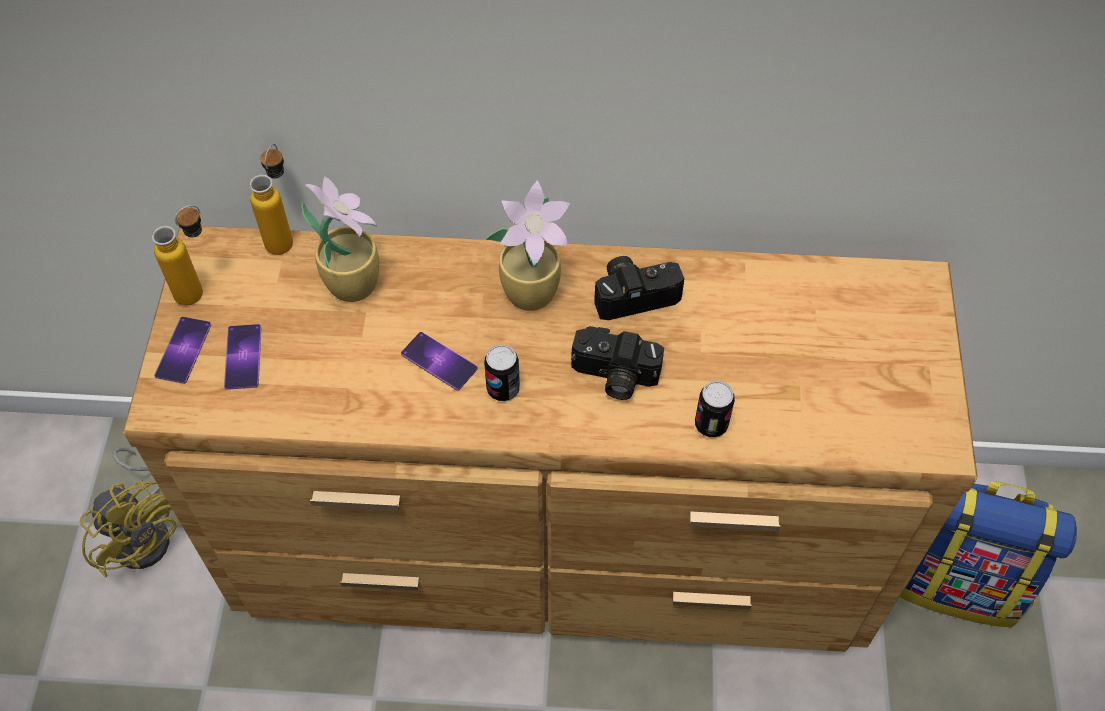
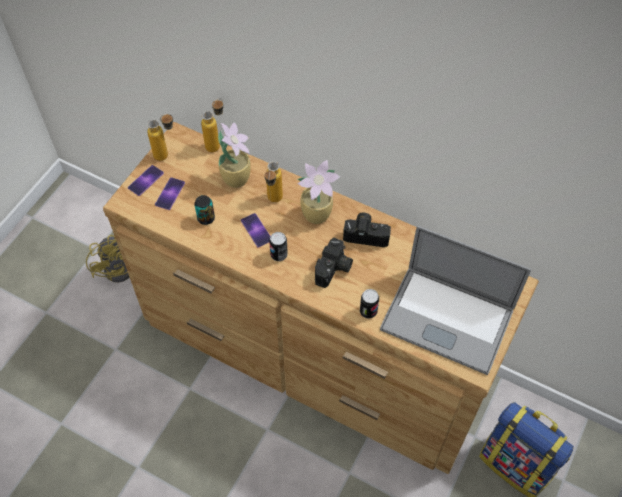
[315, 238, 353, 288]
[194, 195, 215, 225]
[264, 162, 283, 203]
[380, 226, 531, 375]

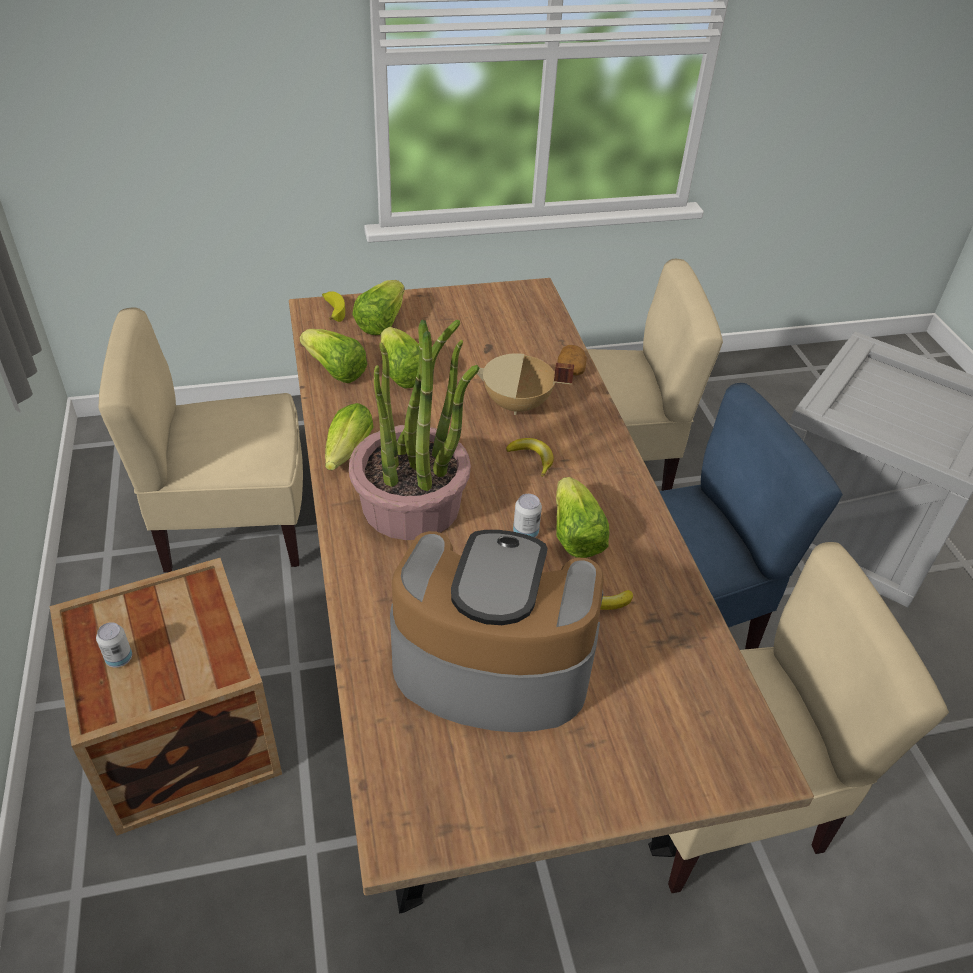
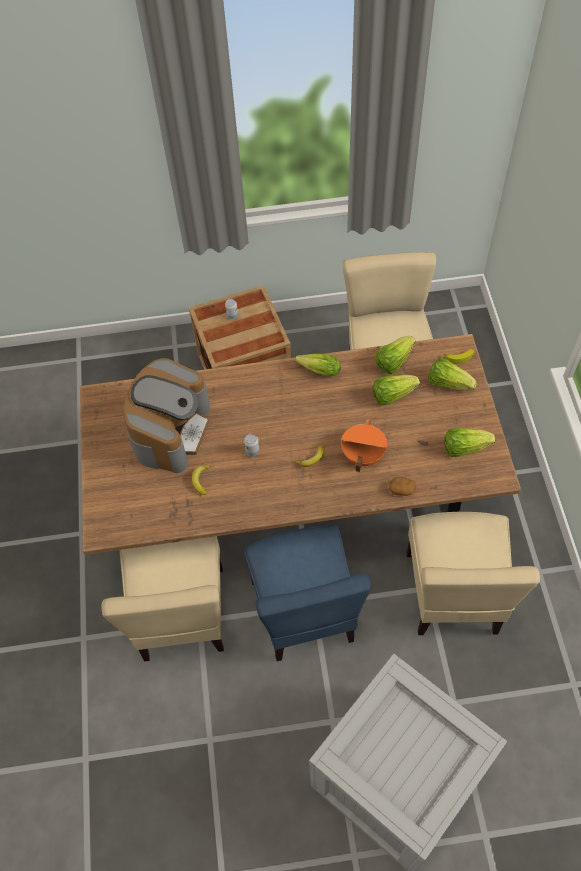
[349, 320, 480, 540] (first image)
[341, 419, 387, 472]
[444, 428, 495, 457]

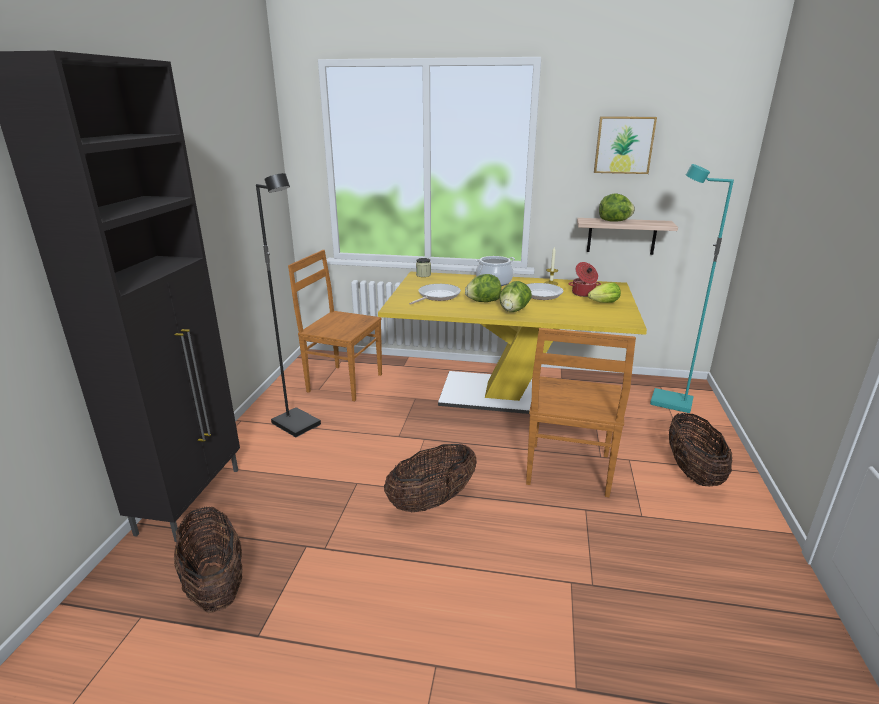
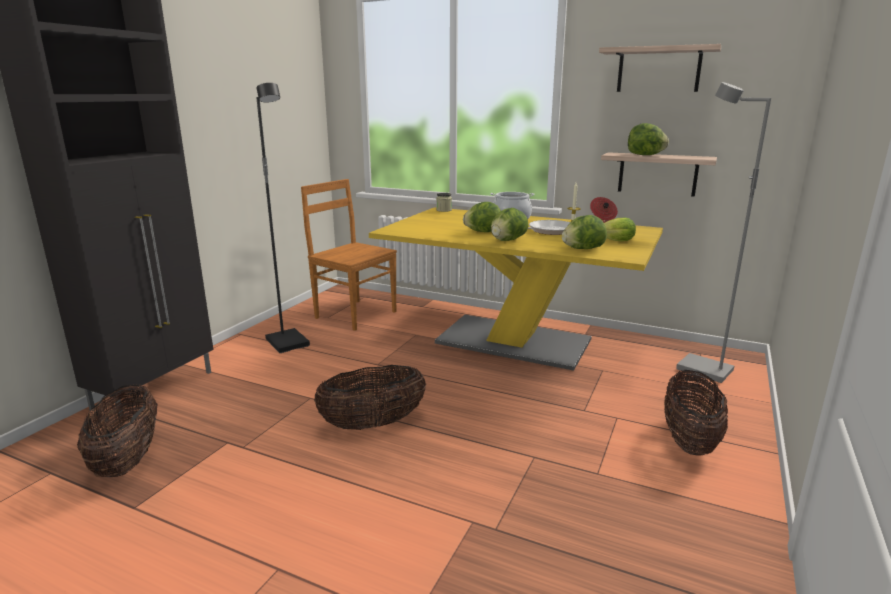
[409, 284, 461, 305] (first image)
[526, 328, 636, 497] (first image)
[599, 44, 721, 92]
[676, 82, 771, 383]
[562, 215, 607, 249]

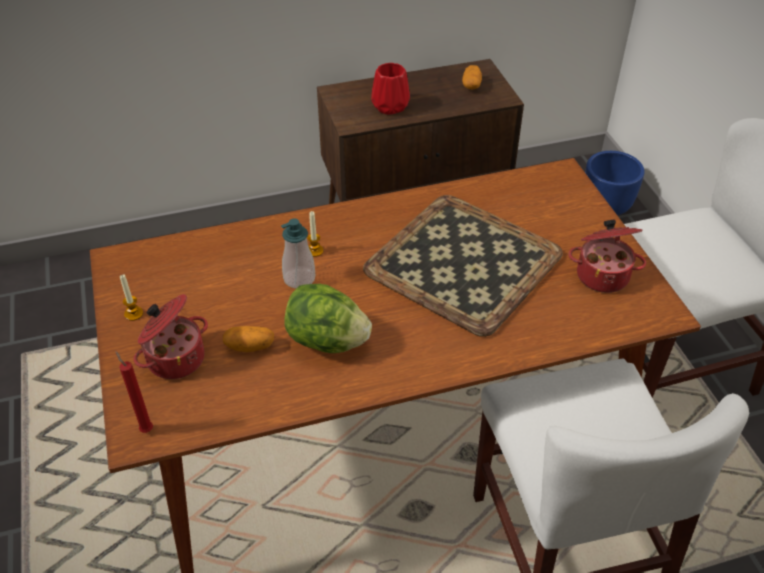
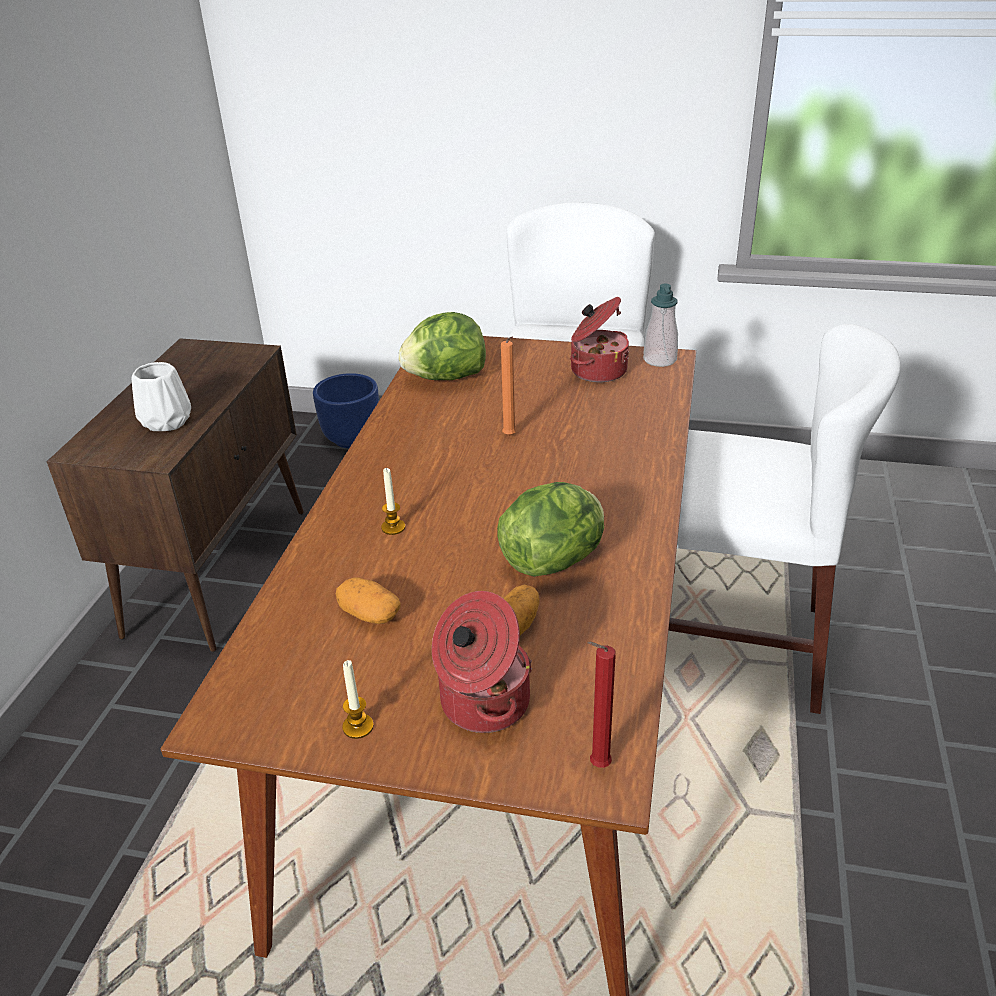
[643, 284, 678, 367]
[501, 336, 516, 436]
[132, 362, 191, 431]
[336, 577, 401, 624]
[399, 312, 486, 380]

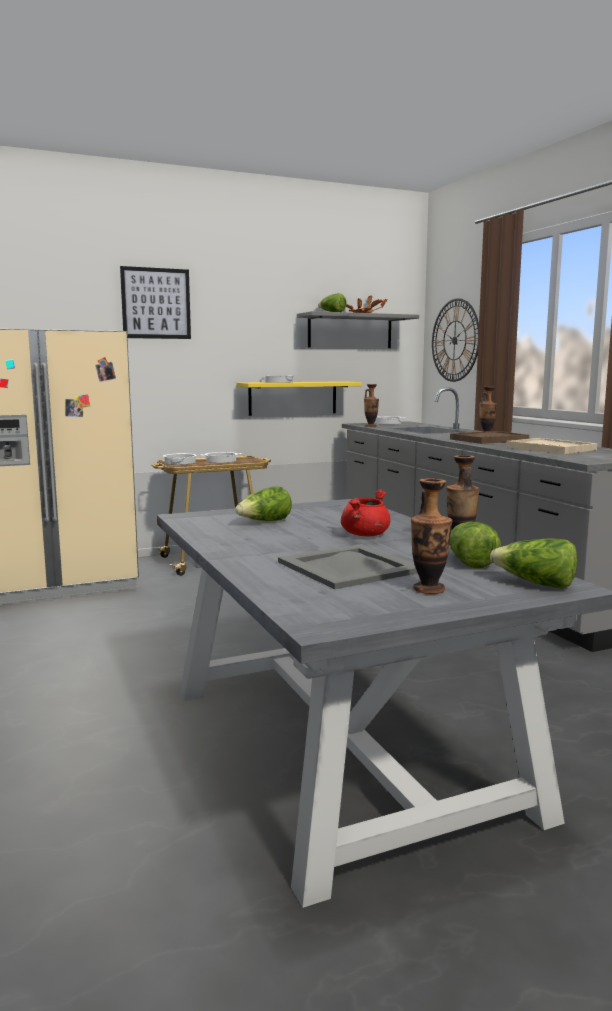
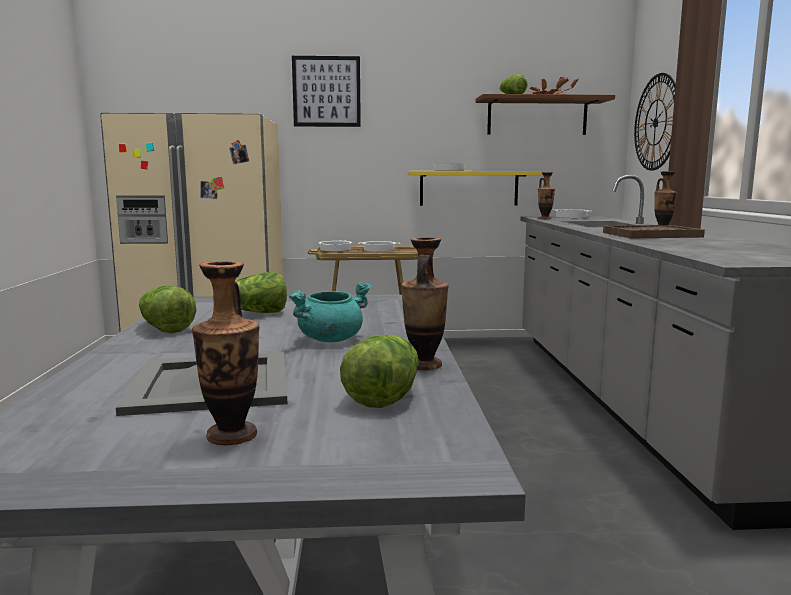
[475, 94, 615, 135]
[289, 282, 372, 342]
[139, 285, 196, 334]
[506, 438, 597, 454] (first image)

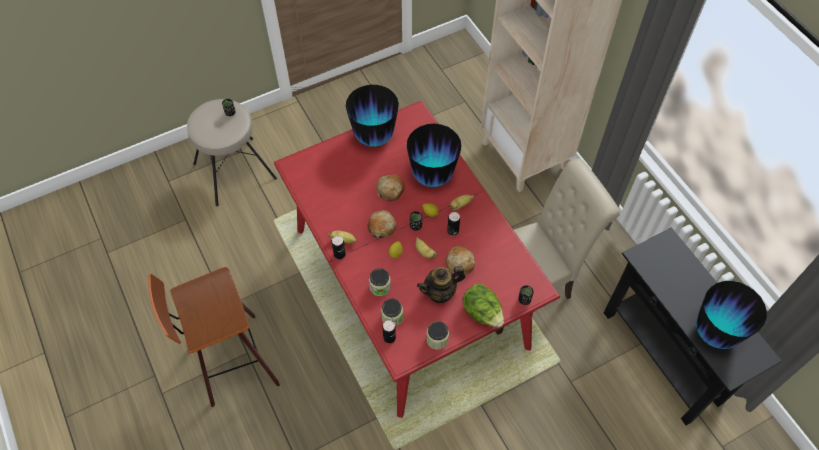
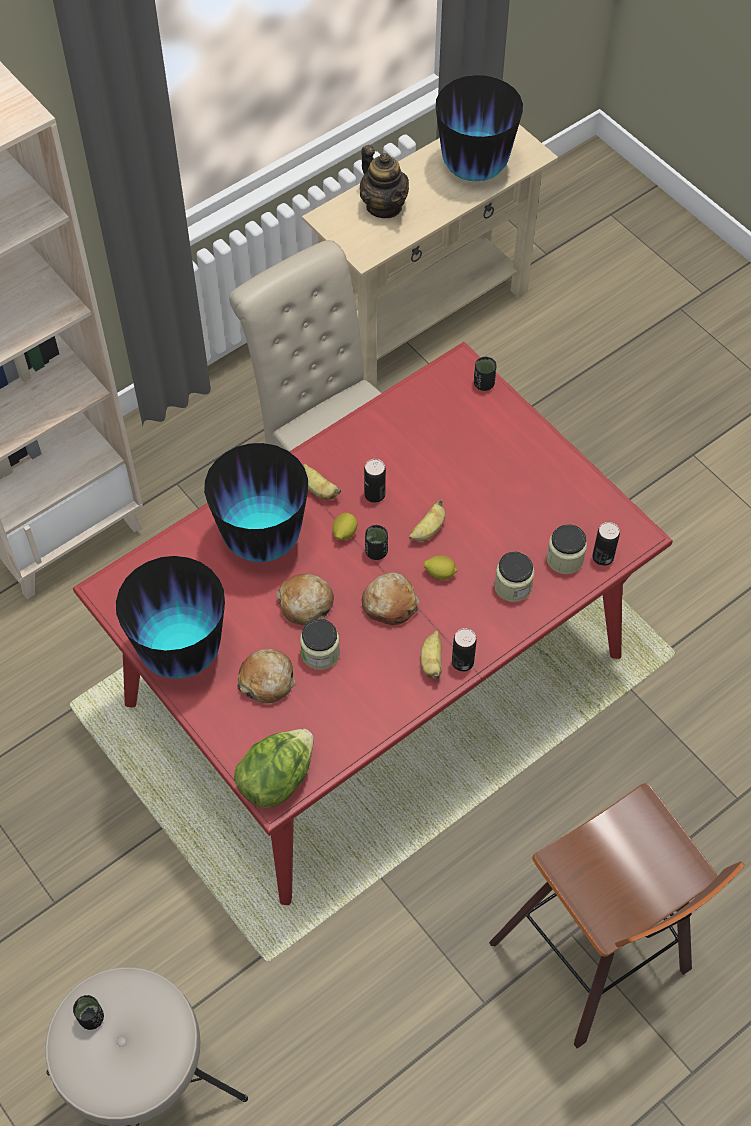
[360, 145, 409, 218]
[300, 619, 340, 670]
[237, 649, 295, 704]
[234, 729, 314, 808]
[302, 124, 558, 388]

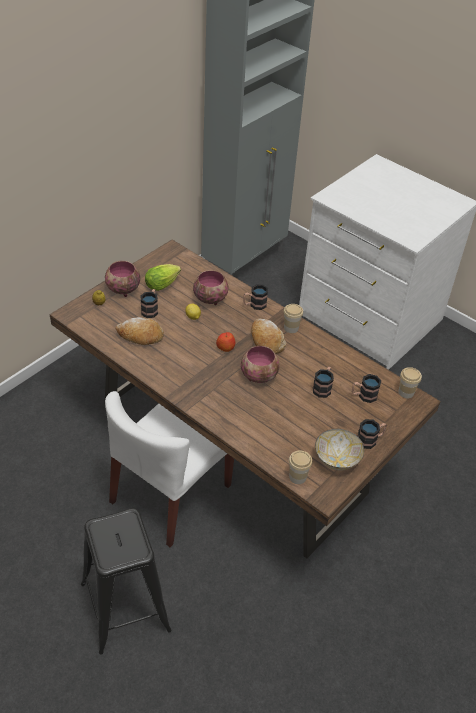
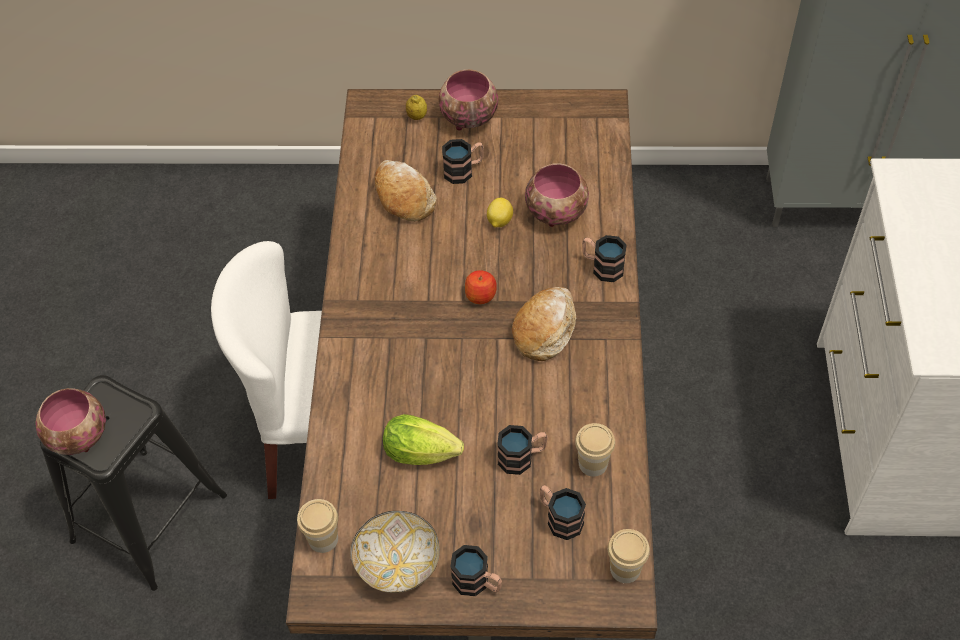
[383, 414, 464, 465]
[35, 388, 106, 455]
[575, 423, 615, 477]

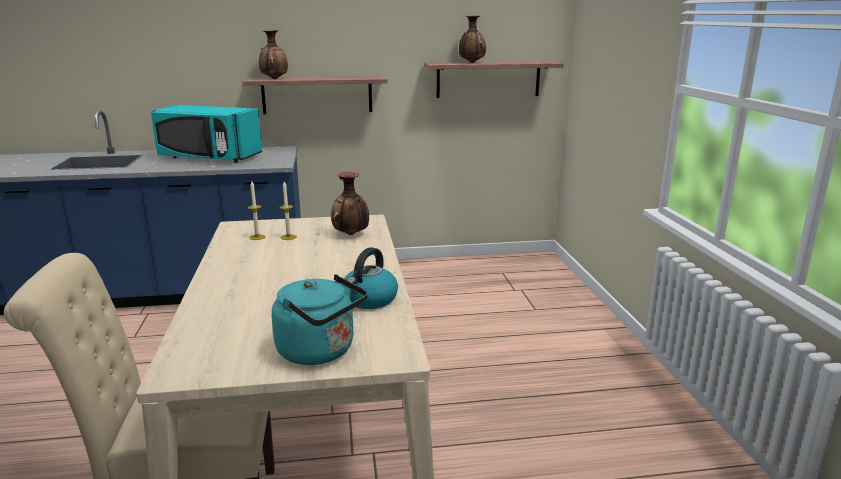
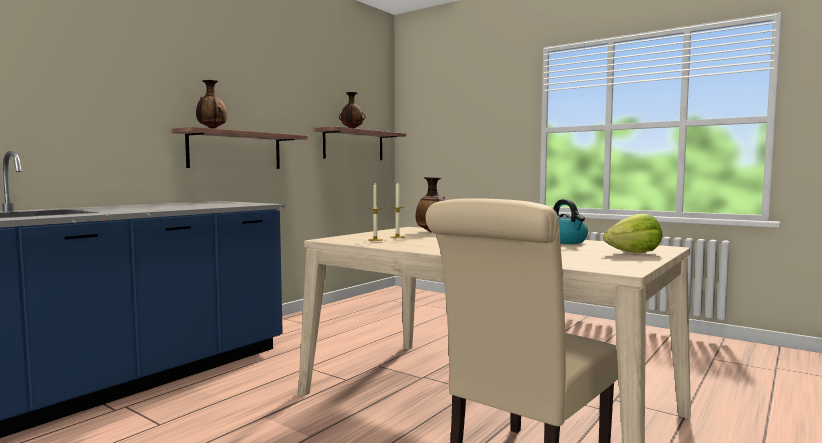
[151, 105, 262, 162] (first image)
[603, 214, 663, 253]

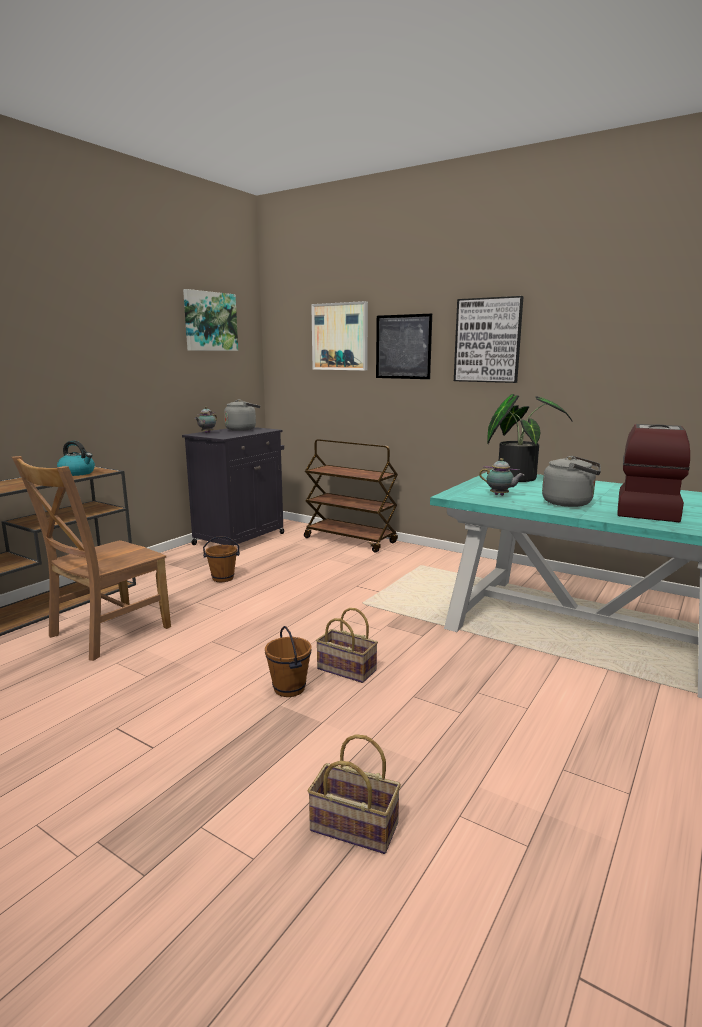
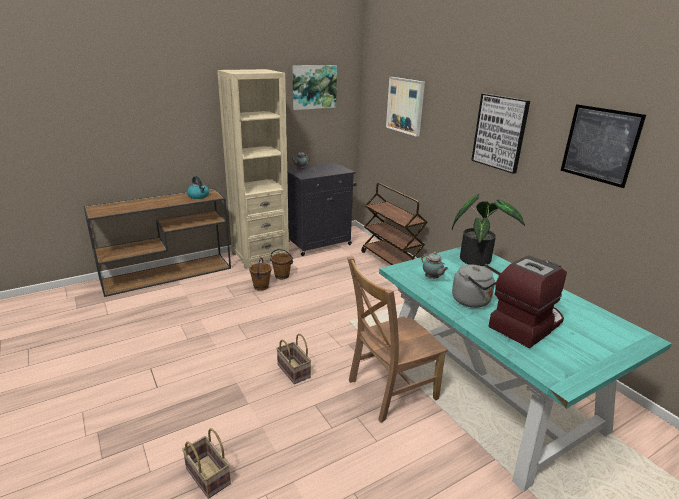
[347, 257, 448, 423]
[224, 399, 260, 431] (first image)
[249, 258, 272, 290]
[561, 104, 646, 188]
[217, 69, 289, 269]

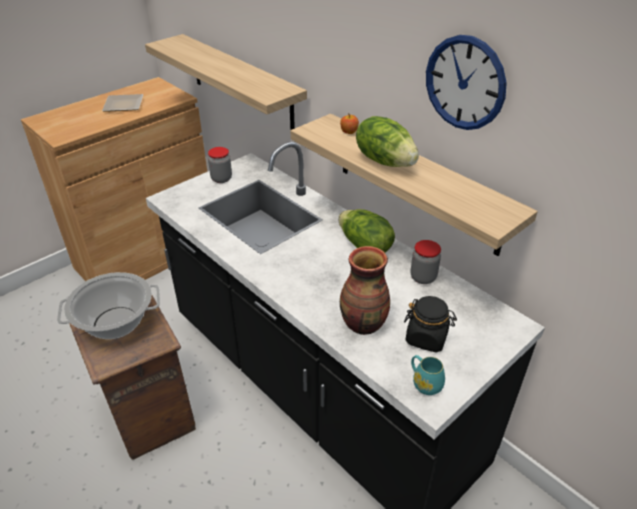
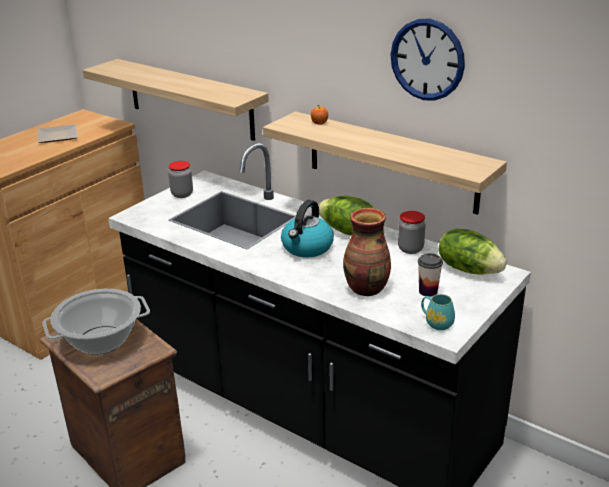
[438, 229, 507, 274]
[418, 253, 443, 297]
[281, 200, 334, 257]

